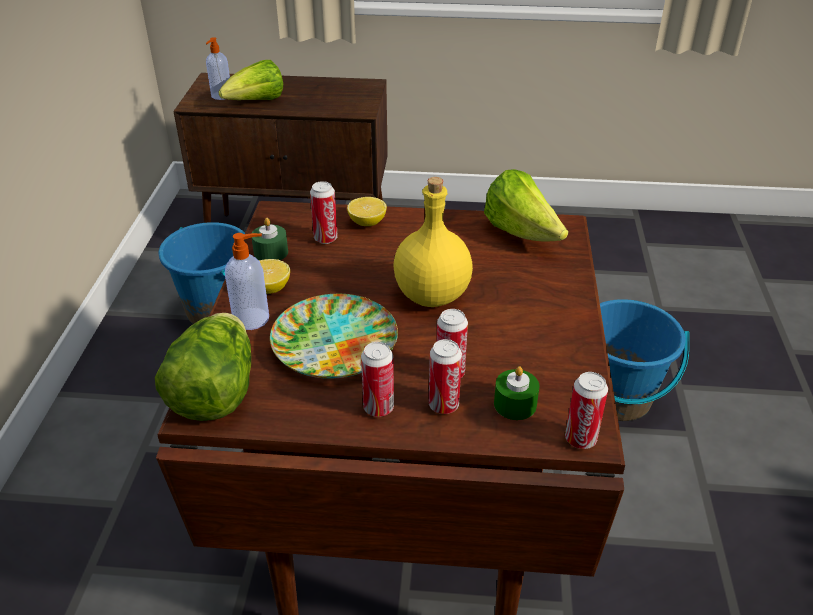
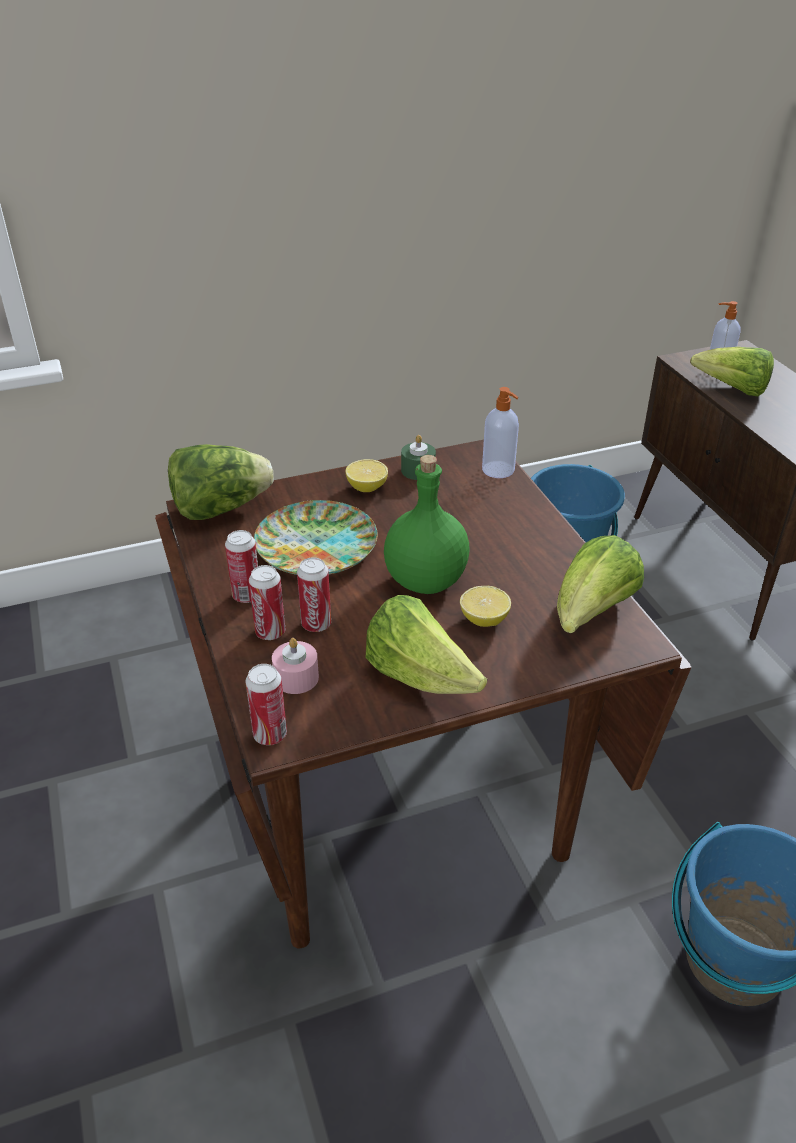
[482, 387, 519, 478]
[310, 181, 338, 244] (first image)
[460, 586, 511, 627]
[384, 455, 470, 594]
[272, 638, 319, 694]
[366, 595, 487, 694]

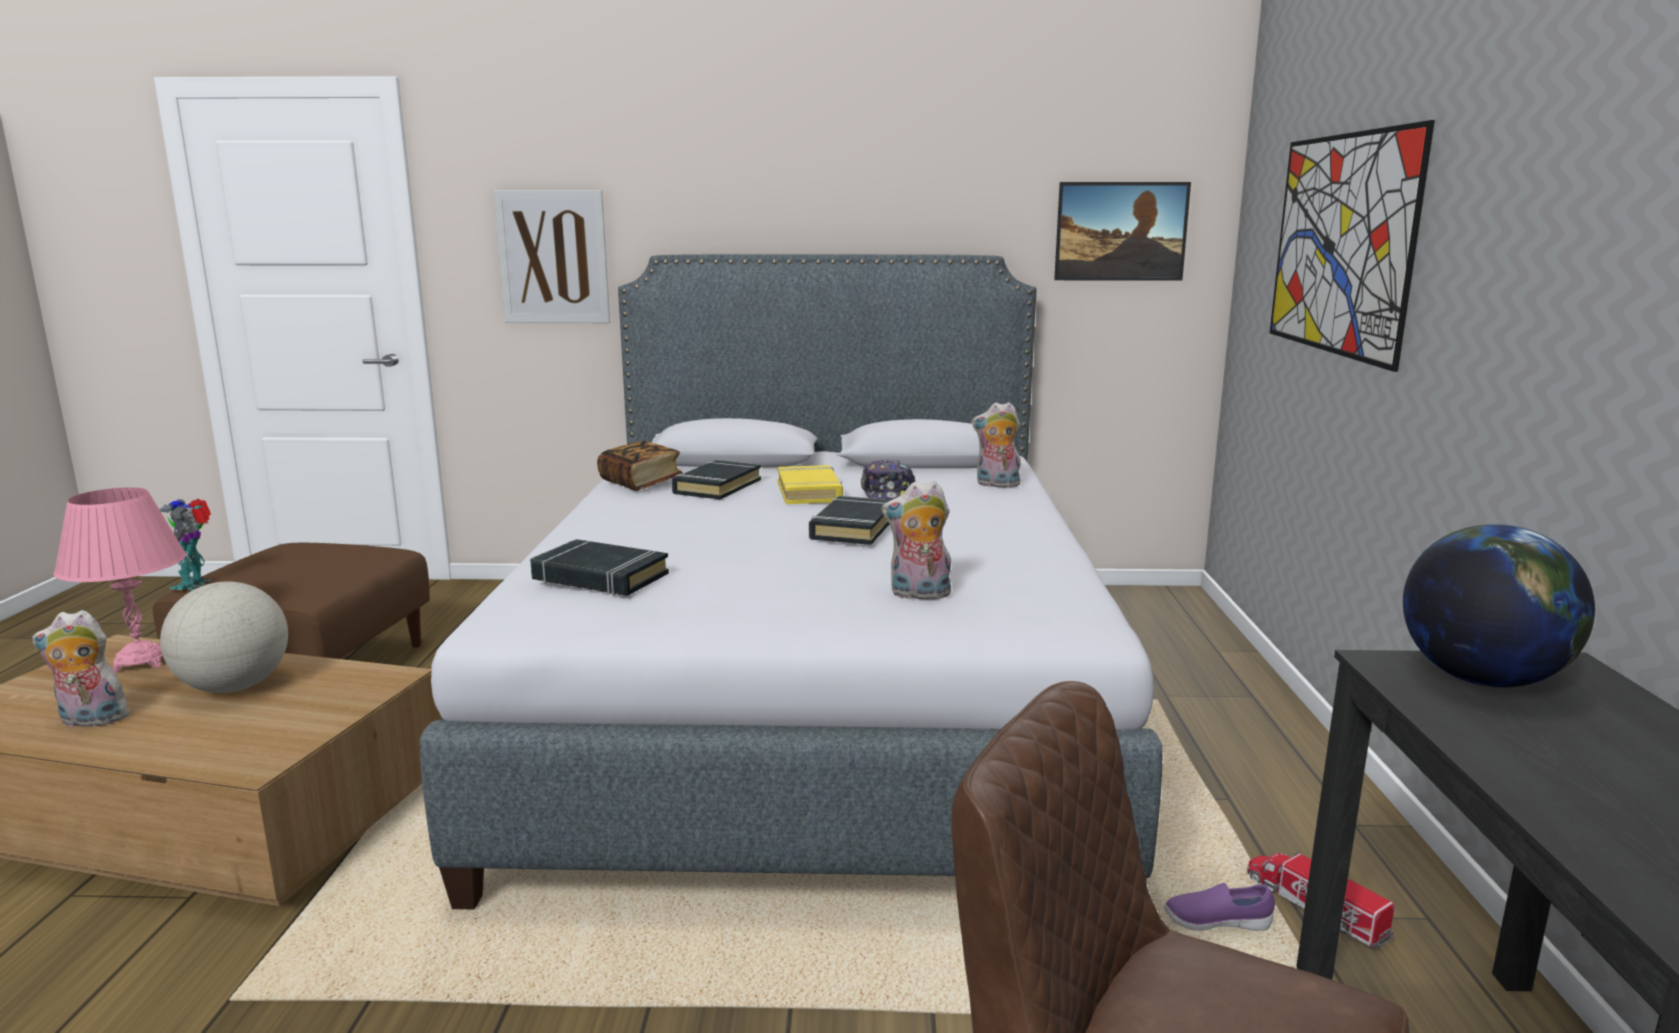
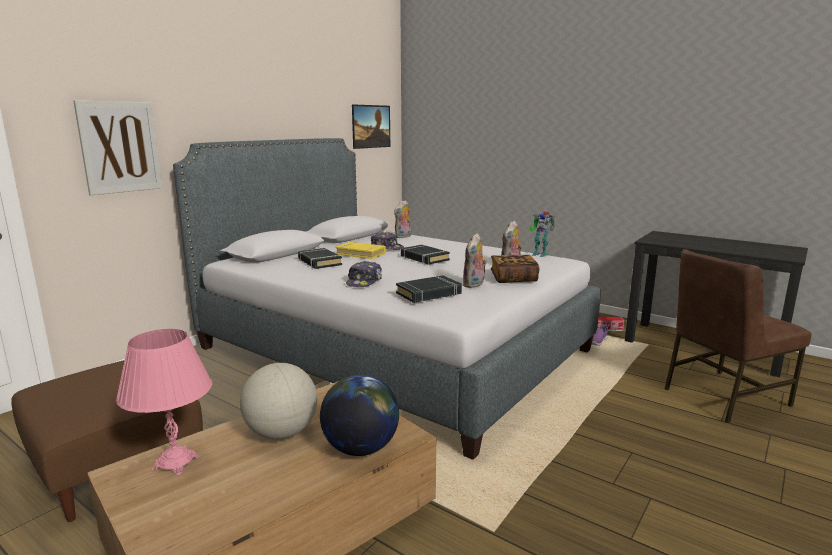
[463, 233, 487, 288]
[530, 212, 555, 257]
[491, 255, 540, 283]
[1270, 120, 1435, 372] (first image)
[320, 375, 399, 456]
[346, 261, 382, 287]

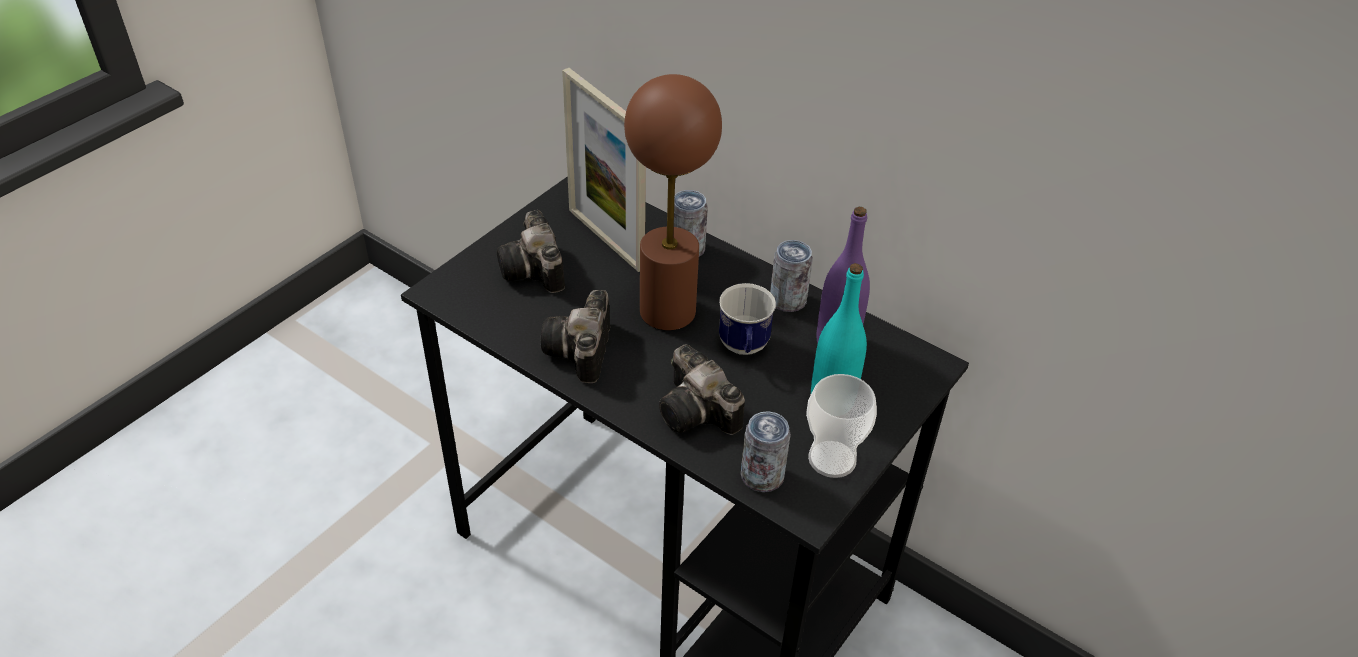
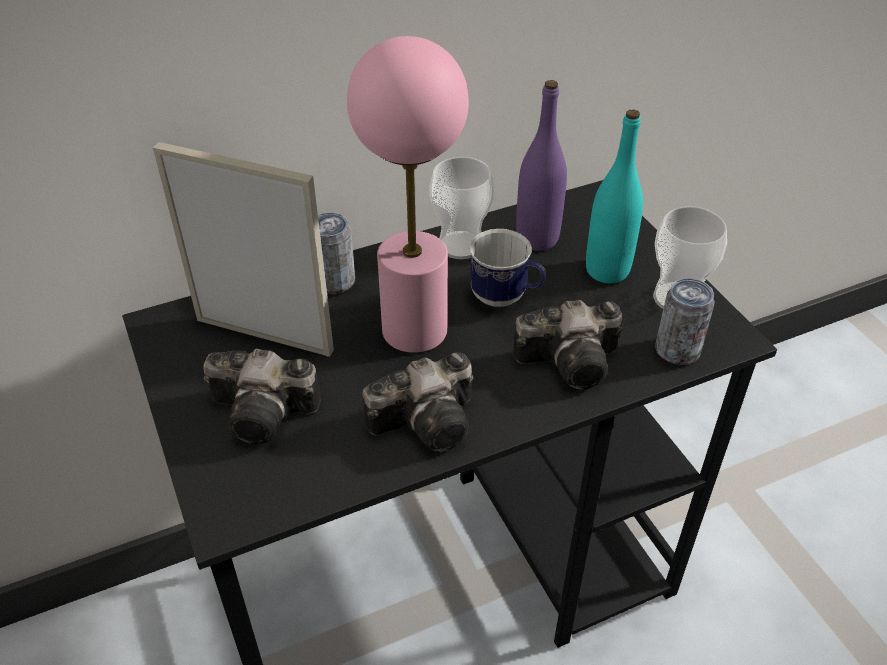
[362, 352, 473, 452]
[153, 142, 334, 357]
[347, 36, 469, 353]
[429, 157, 494, 259]

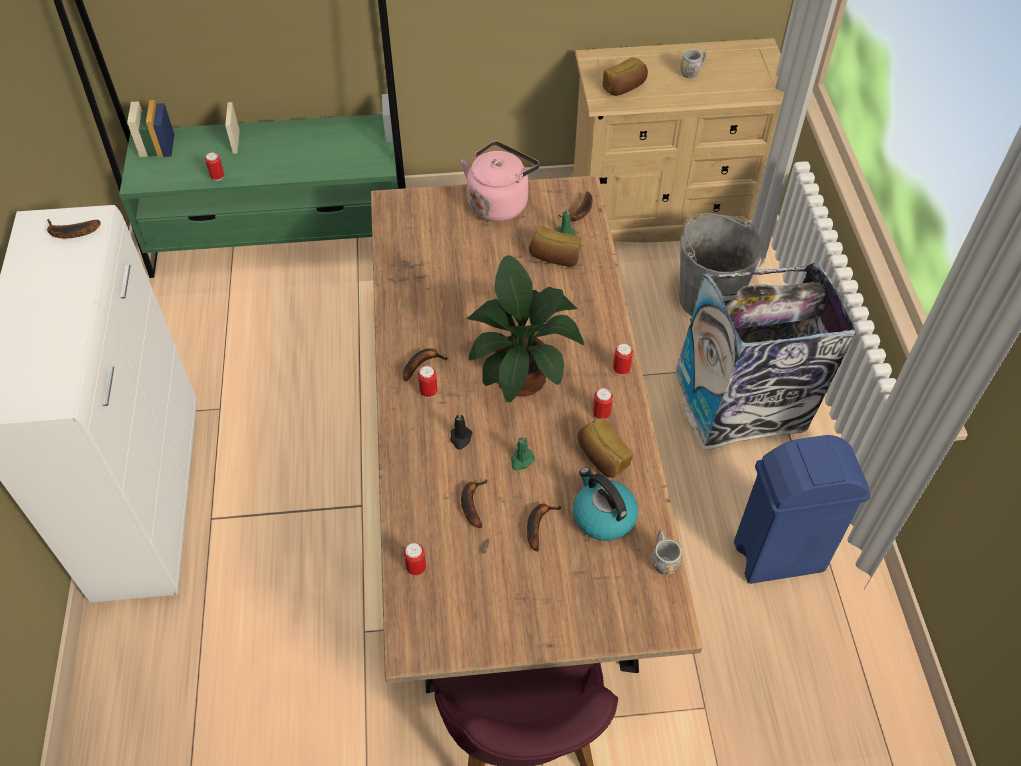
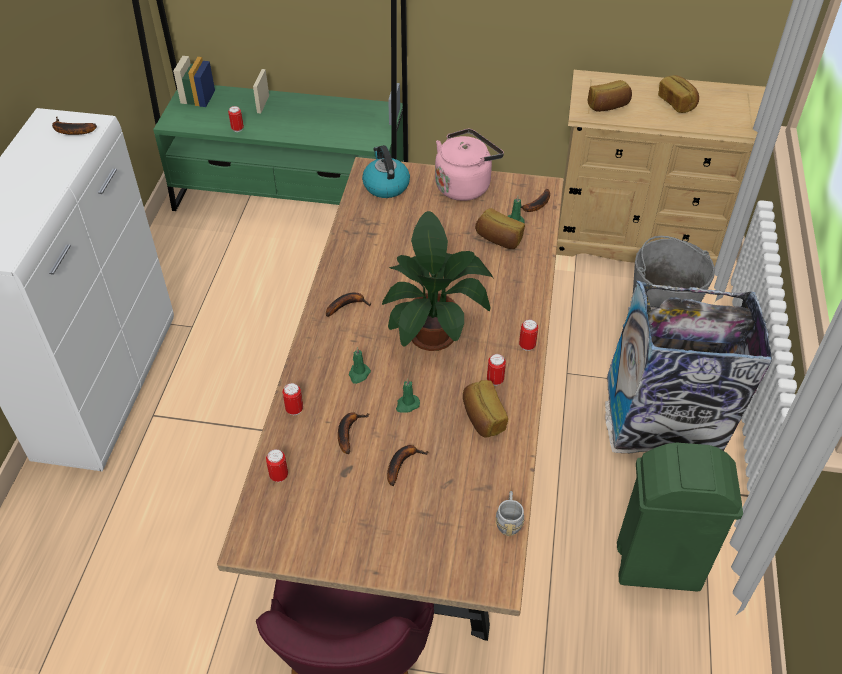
[283, 383, 303, 415]
[349, 347, 371, 384]
[362, 145, 410, 198]
[658, 75, 699, 113]
[617, 443, 743, 591]

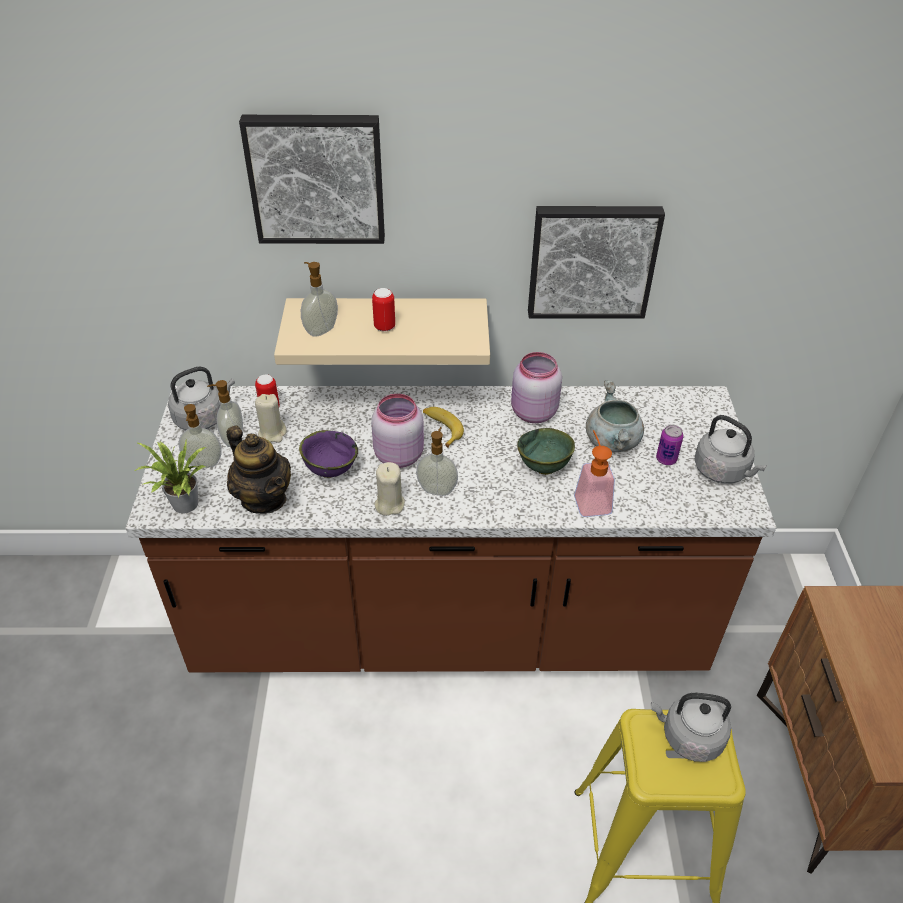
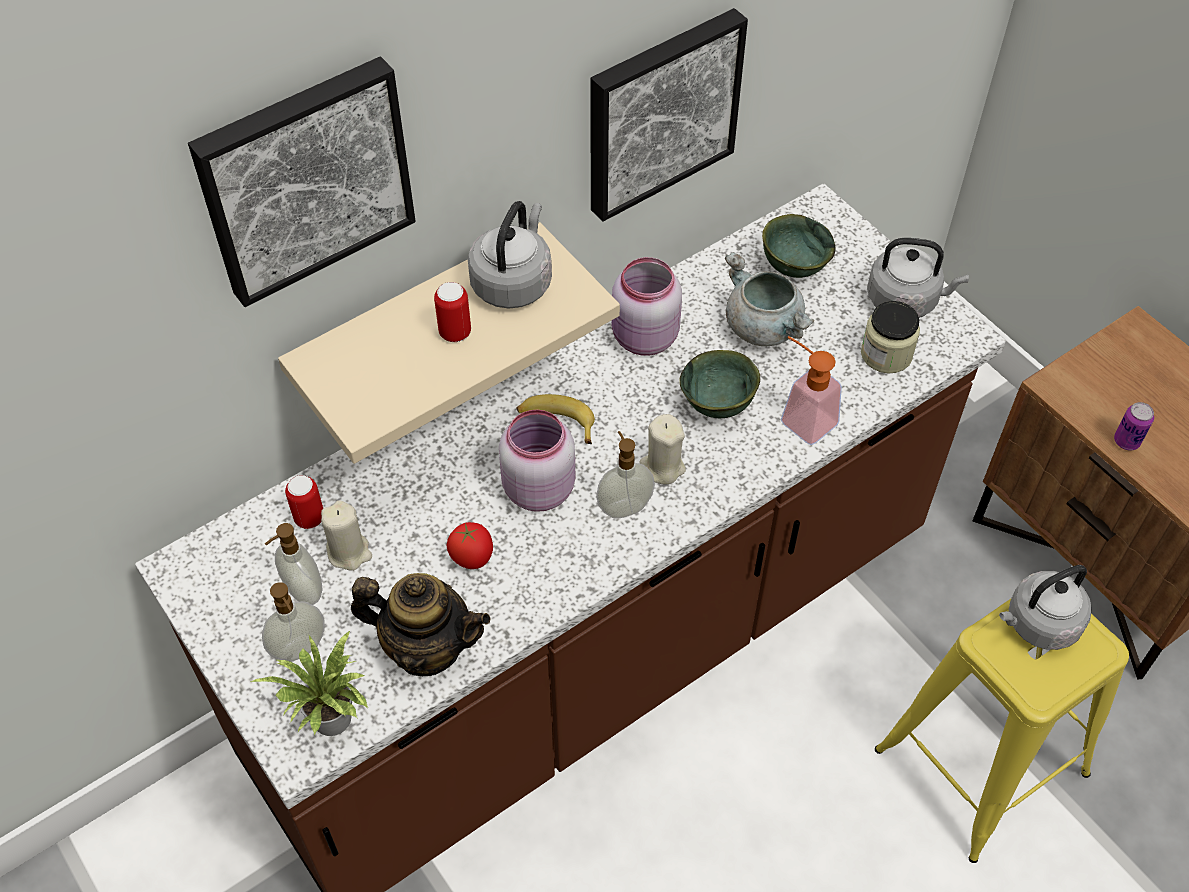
[468, 201, 552, 308]
[447, 522, 493, 569]
[301, 262, 338, 337] (first image)
[640, 414, 686, 485]
[1114, 402, 1154, 451]
[762, 214, 836, 278]
[861, 301, 920, 374]

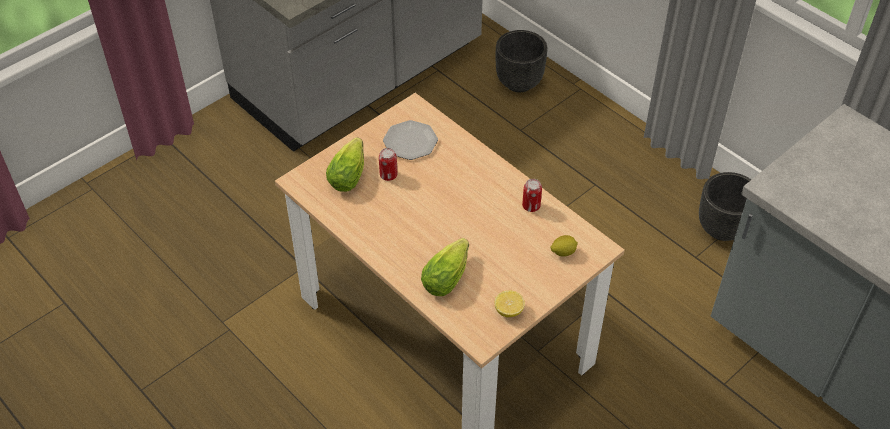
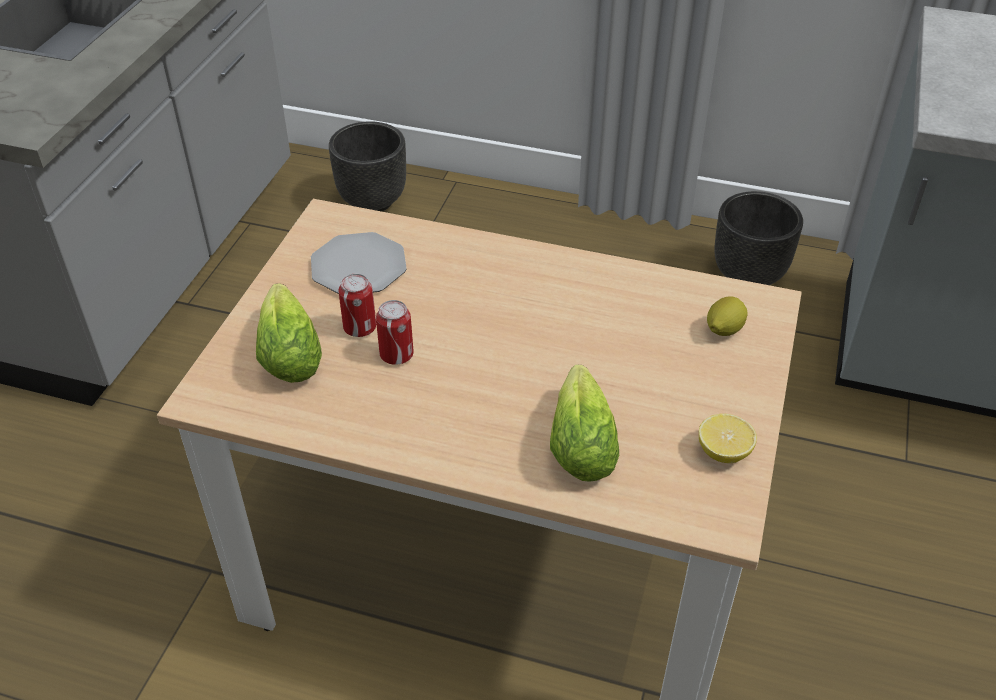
[376, 300, 414, 365]

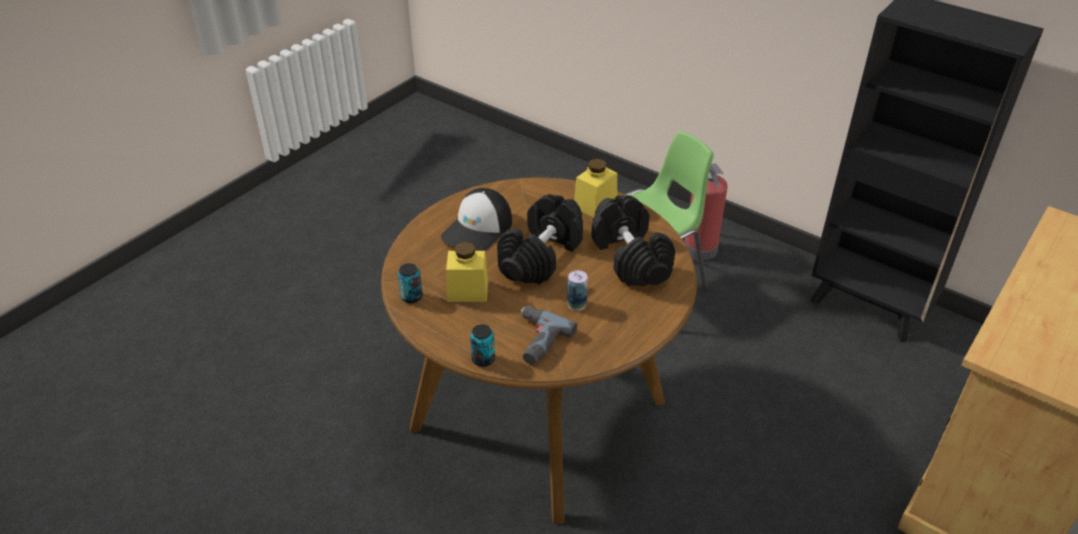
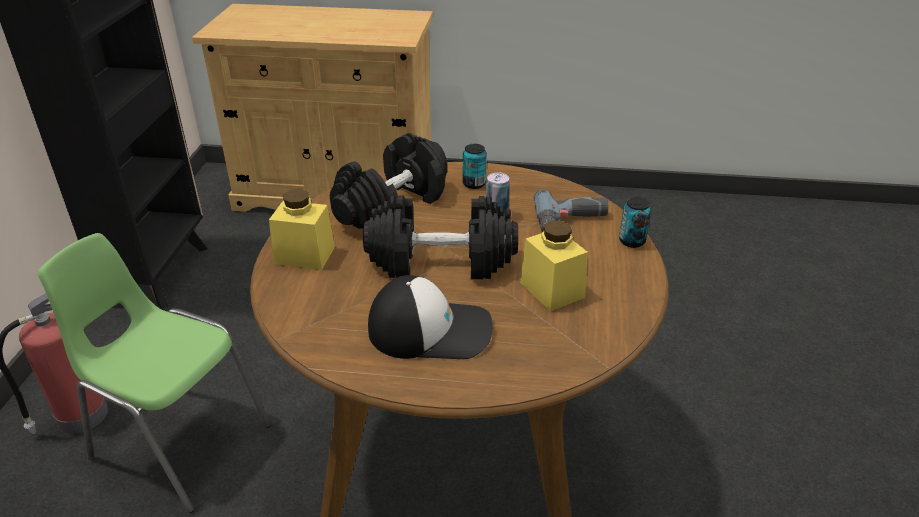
[463, 144, 487, 189]

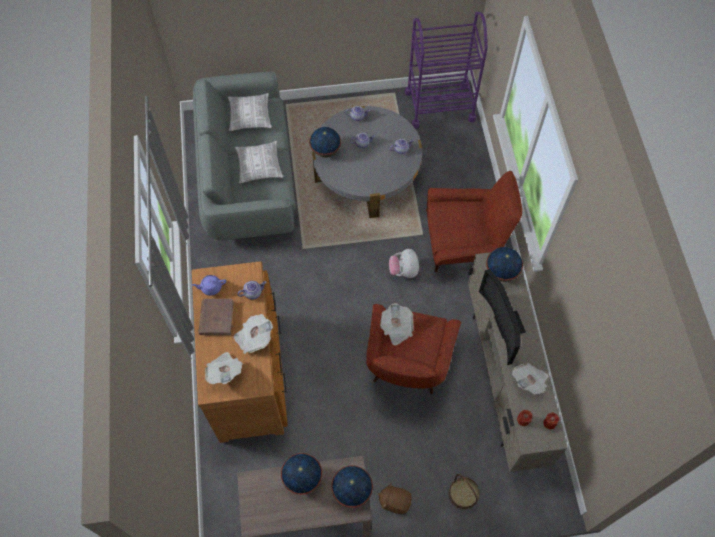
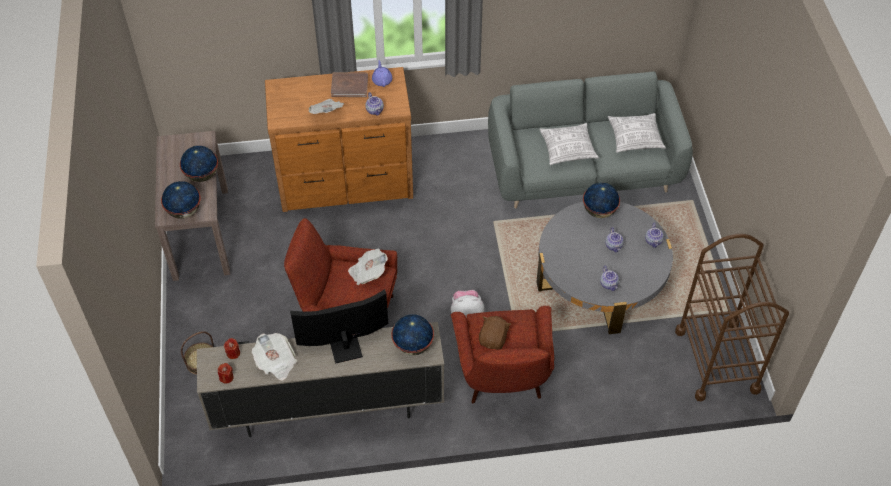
[205, 352, 243, 384] (first image)
[479, 316, 511, 349]
[675, 234, 789, 401]

